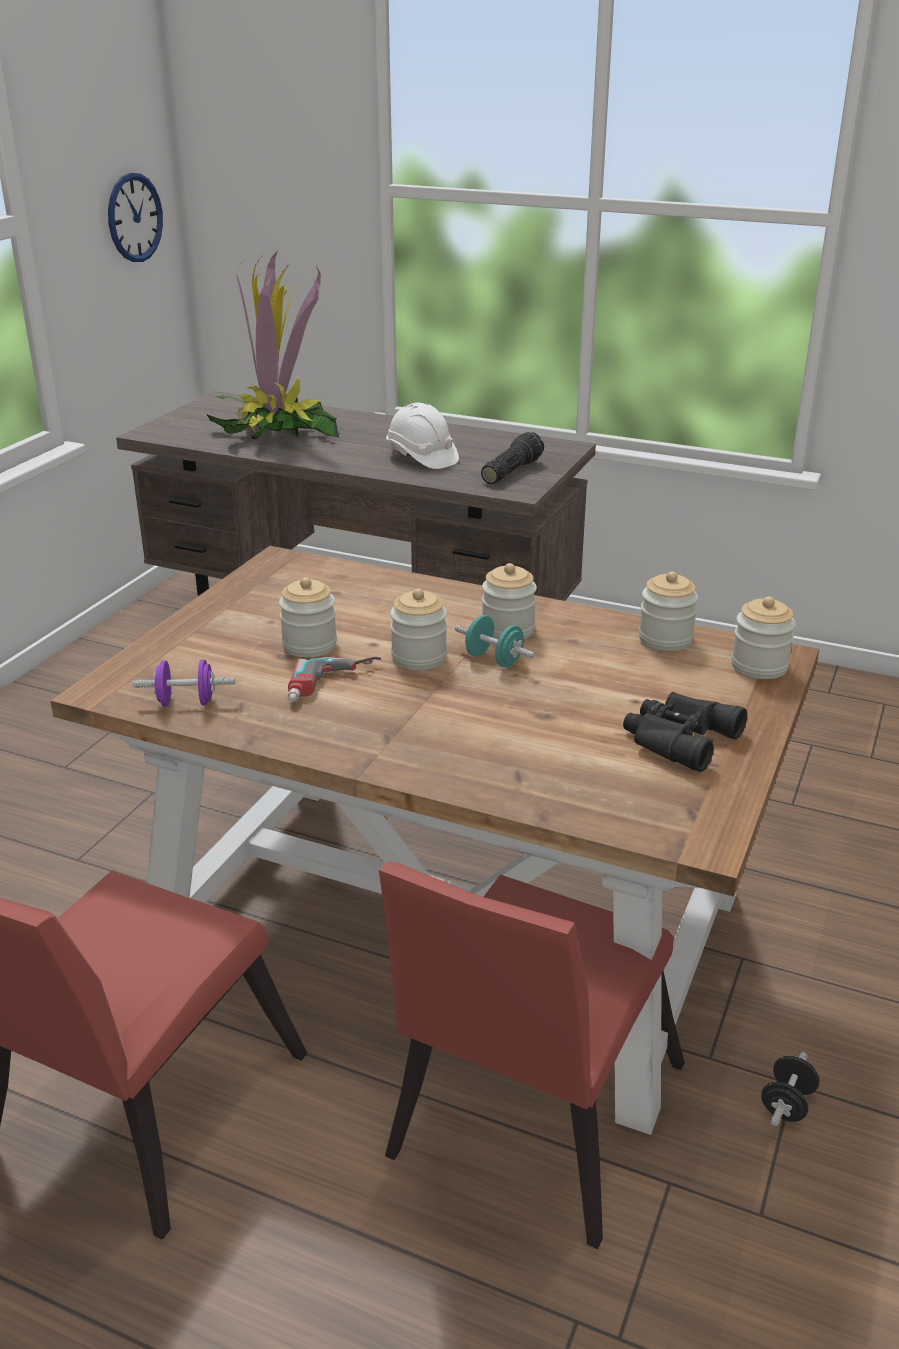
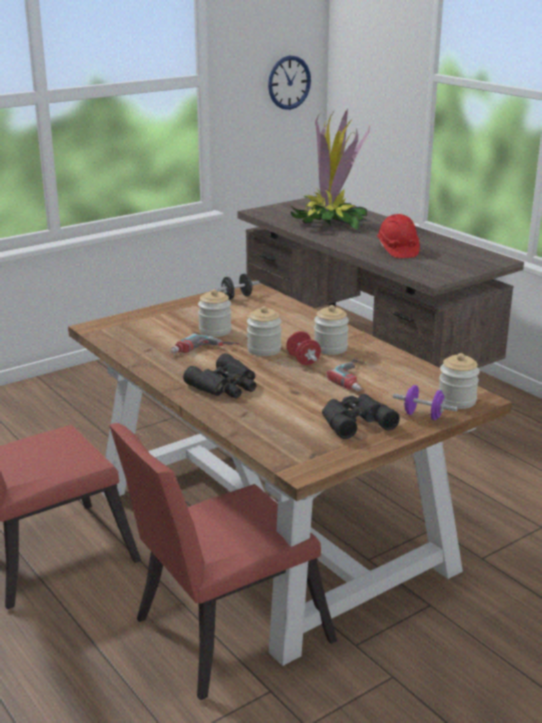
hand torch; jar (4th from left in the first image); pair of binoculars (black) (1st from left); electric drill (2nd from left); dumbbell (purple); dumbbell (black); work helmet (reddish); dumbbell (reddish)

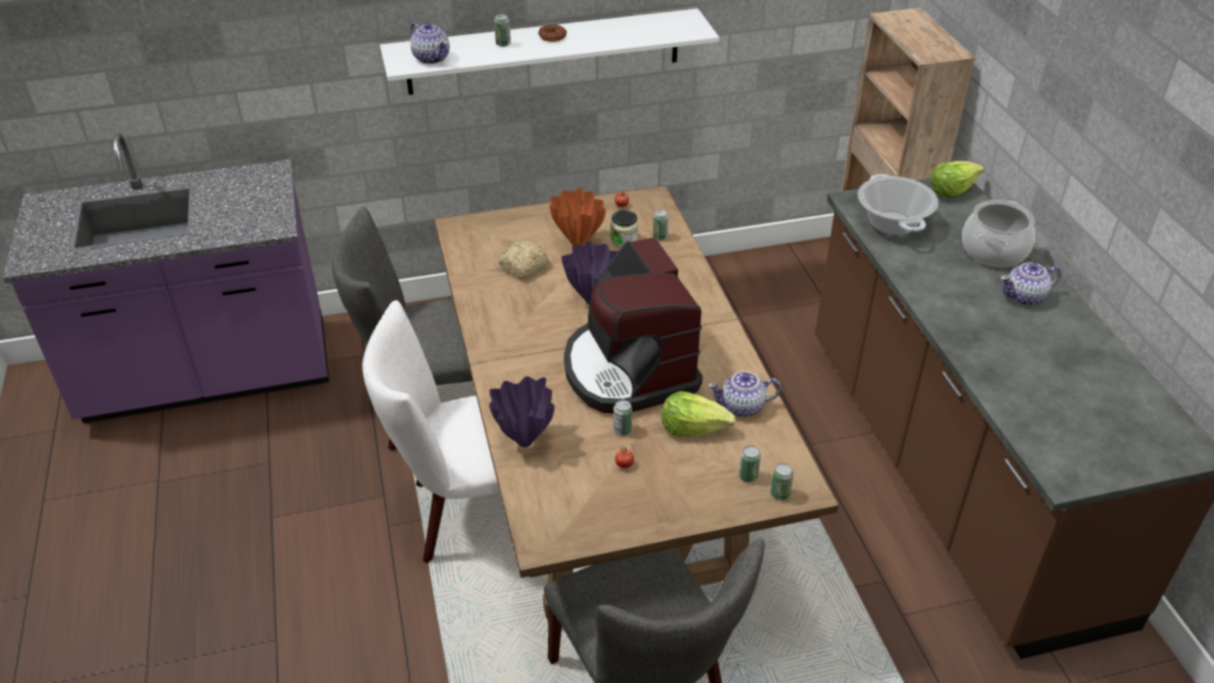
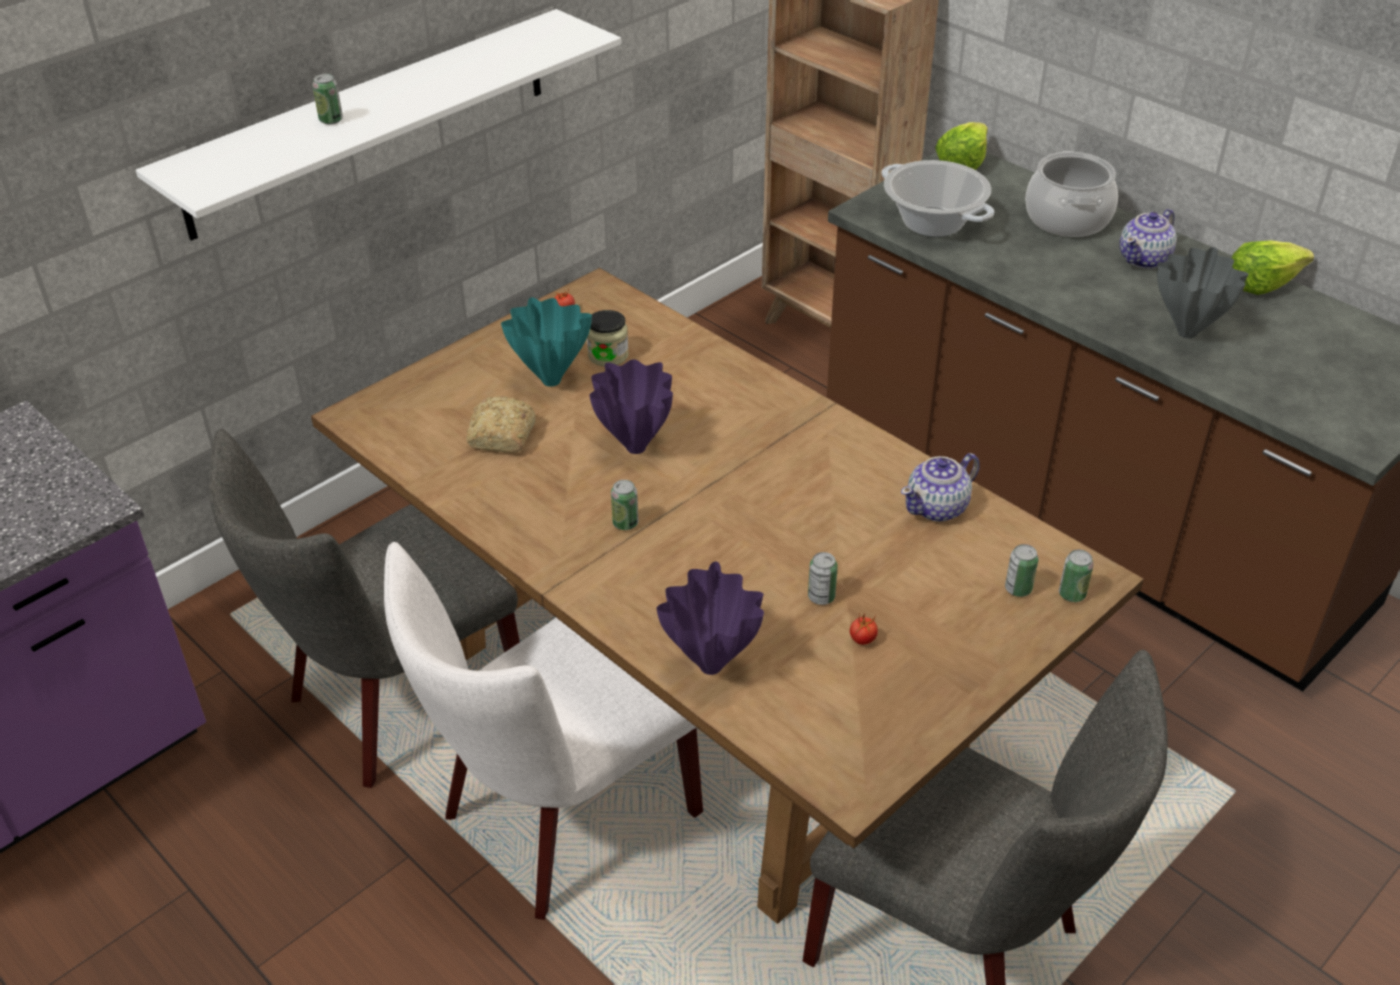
tea pot (1st from left in the first image); donut; coffee brewer; decorative vase (gray); sealed can (2nd from left); lettuce (2nd from left); decorative vase (blue-green)

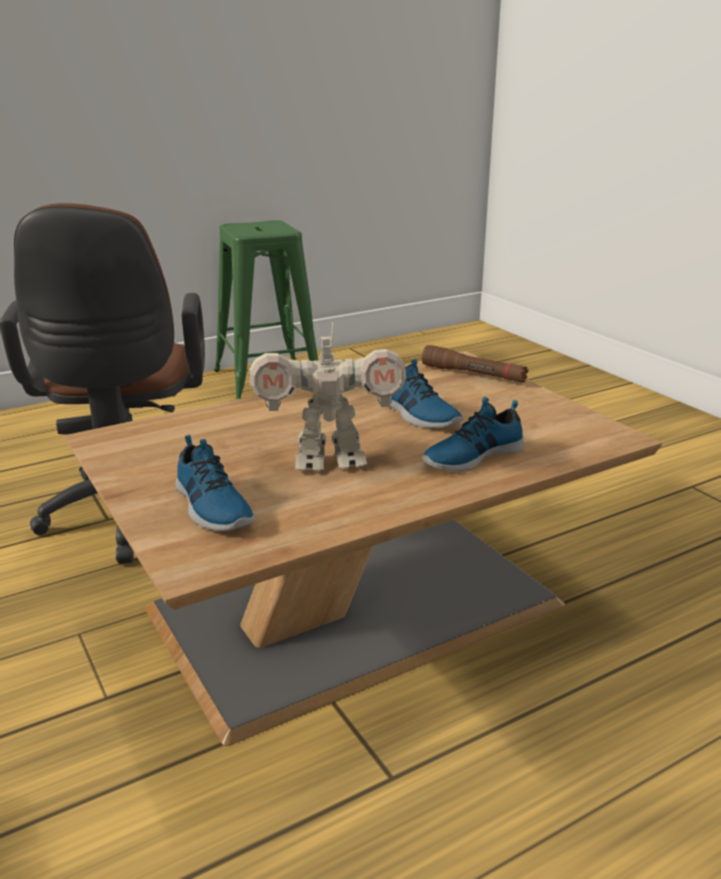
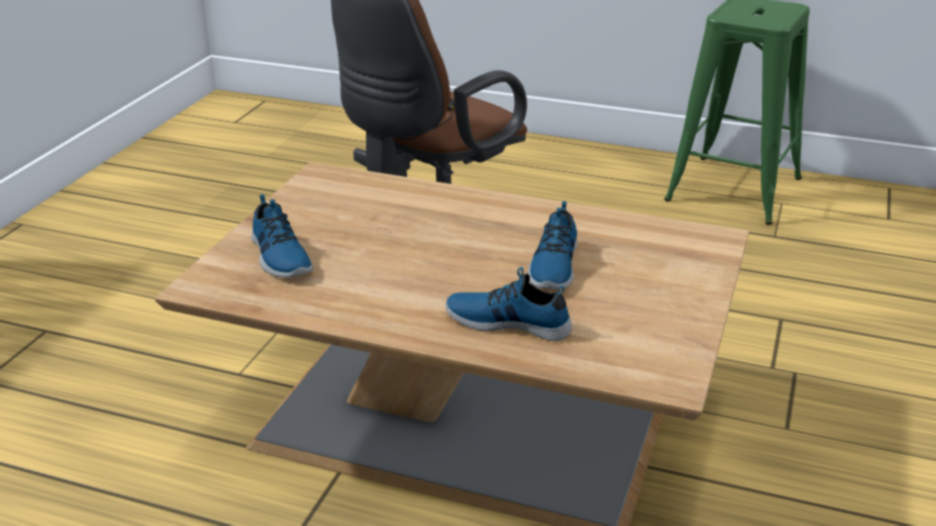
model robot; hand torch (brown-coloured); shoe (1st from left)

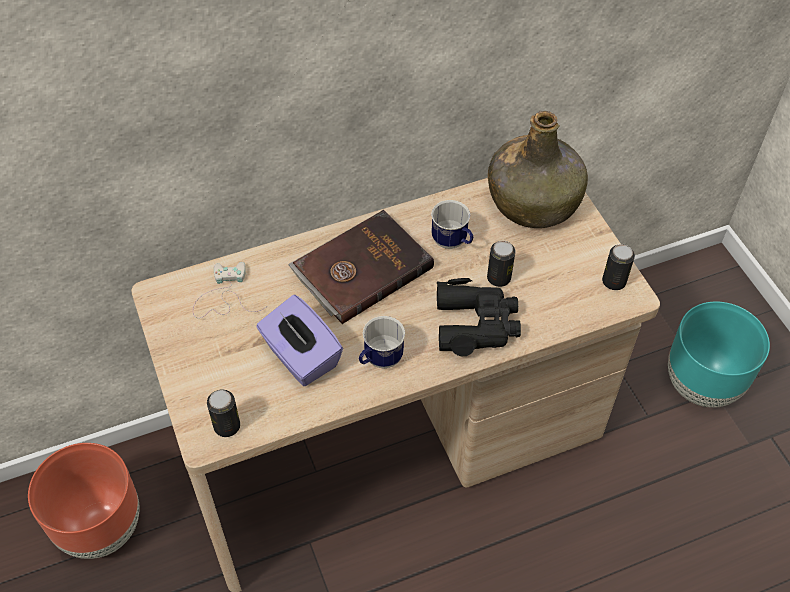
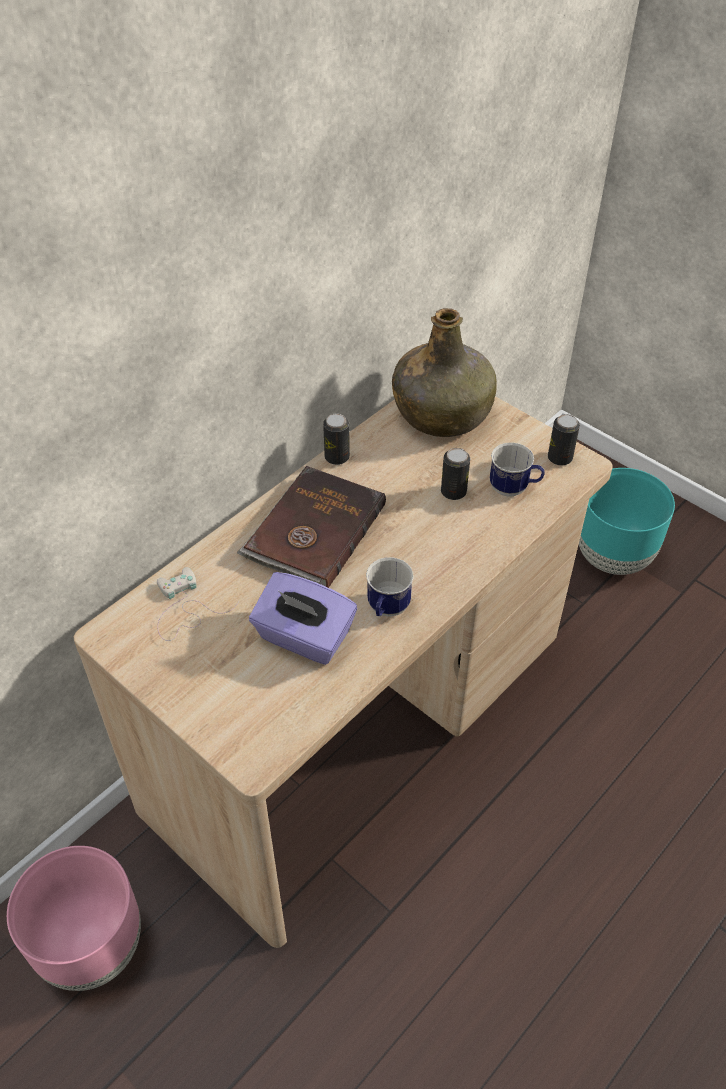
pair of binoculars (black); sealed can (1st from left); mug (2nd from left); flower pot (pinkish)

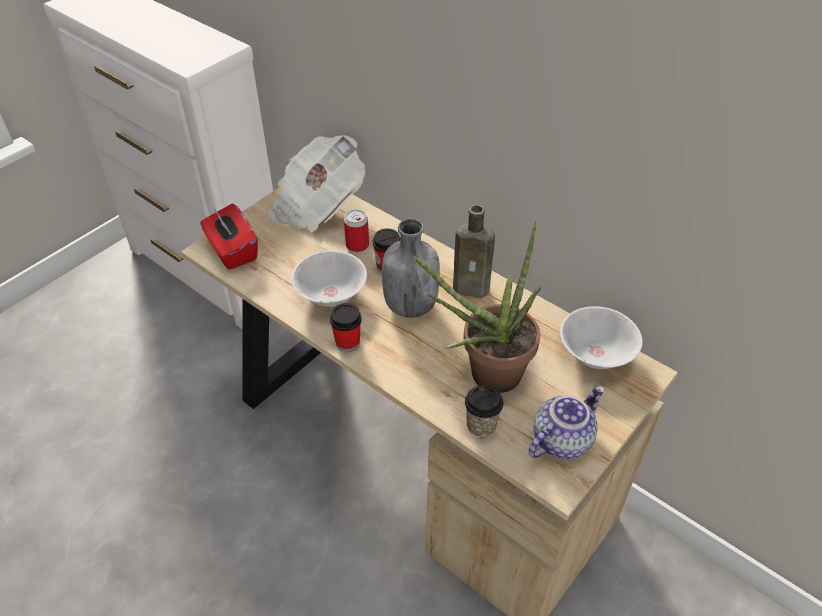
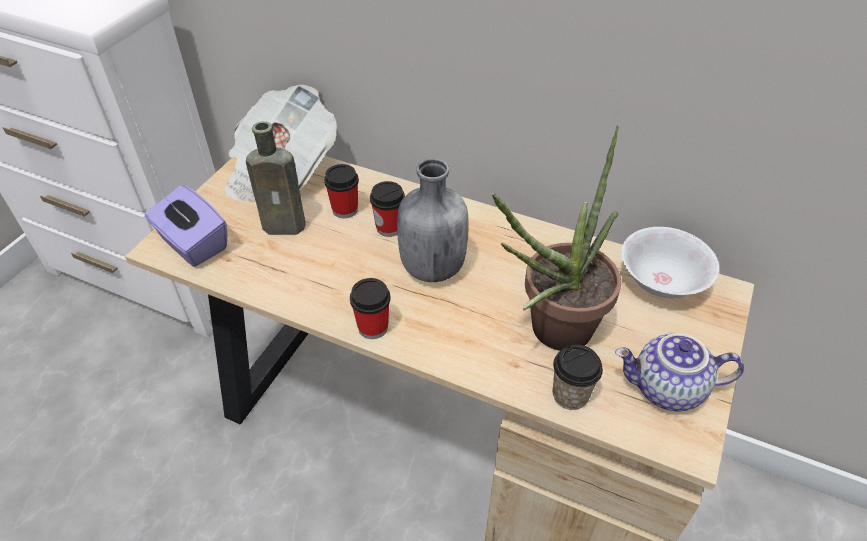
deep dish (white-coloured) (1st from left in the first image); beverage bottle (brown-coloured); cup (1st from left); tissue holder (purple); tea pot

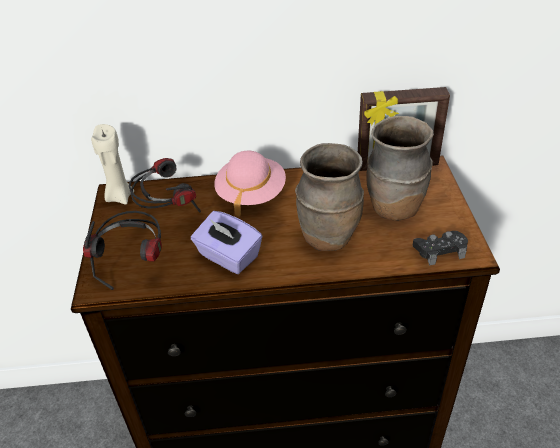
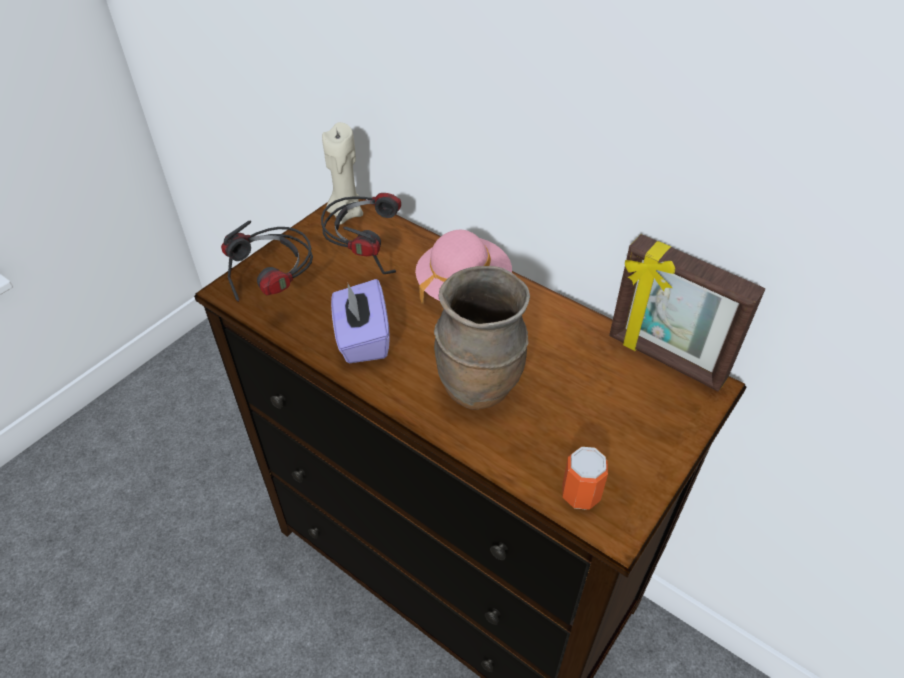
decorative vase (brown-coloured) (2nd from left in the first image); sealed can

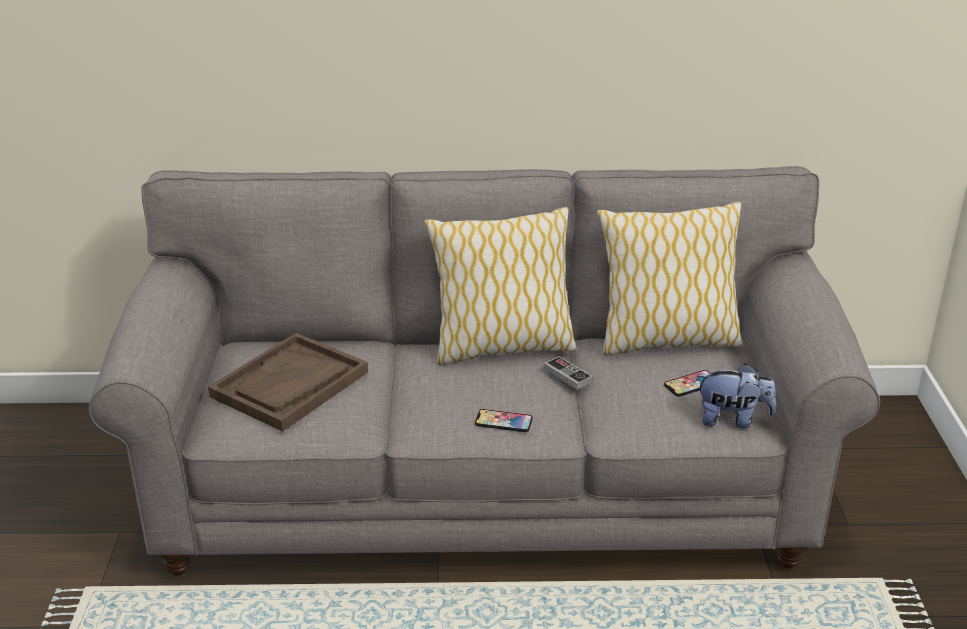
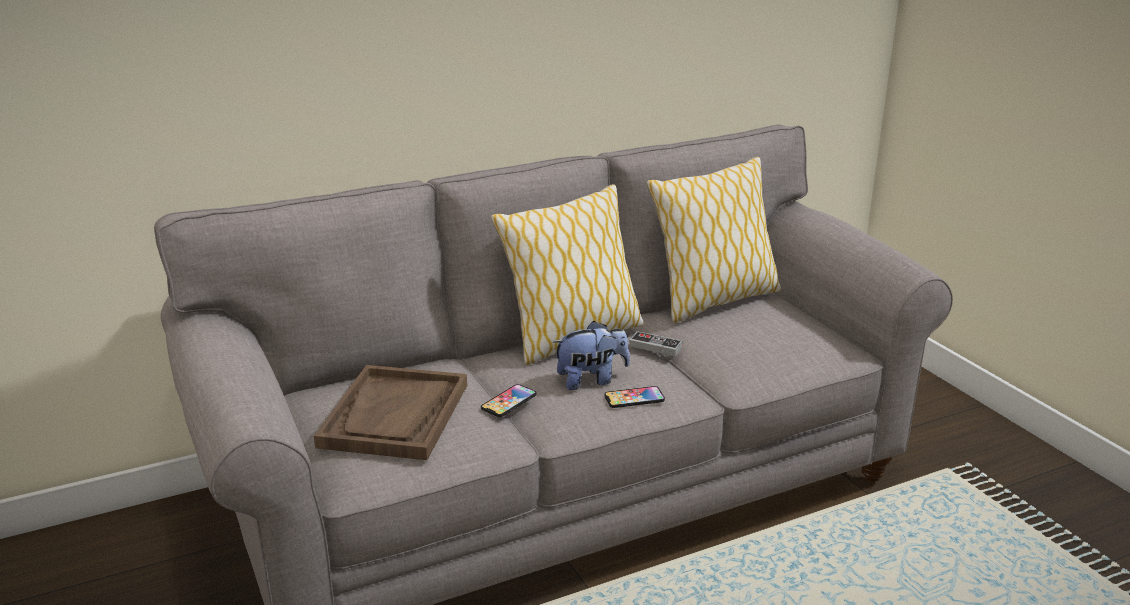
telephone (1st from left); soft toy

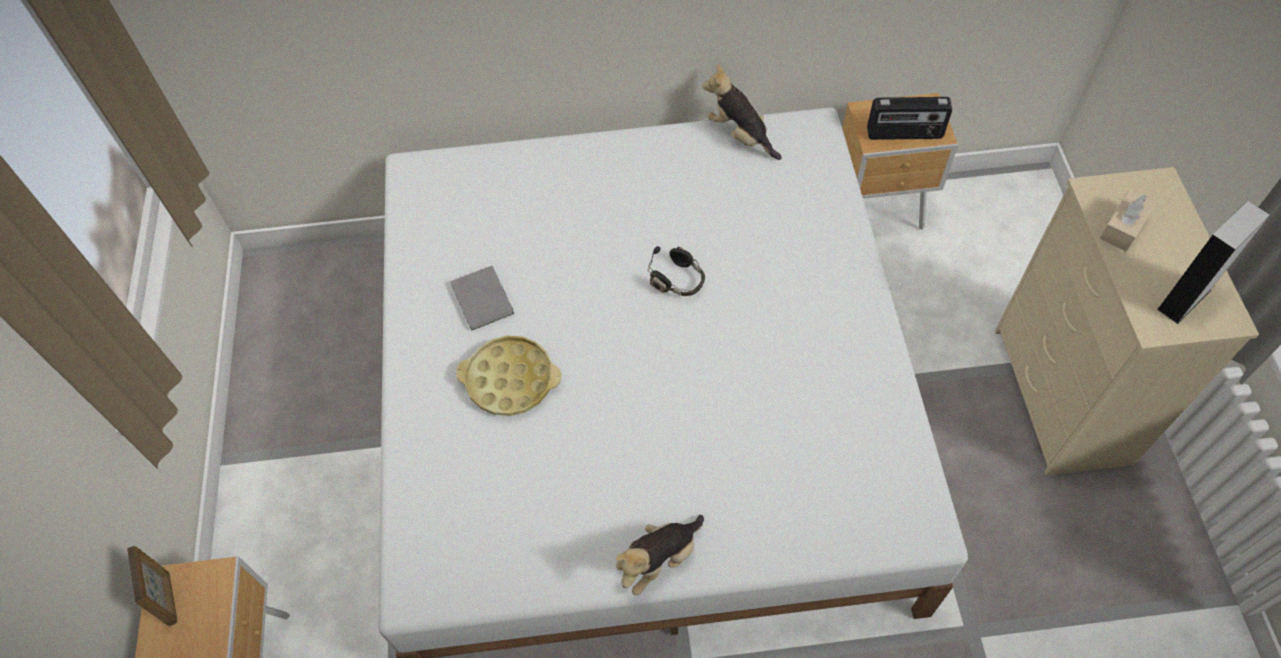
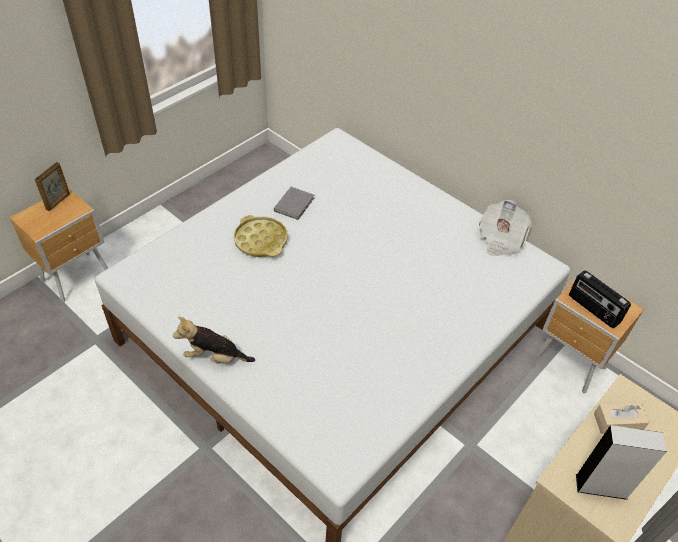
headset (black); daily paper

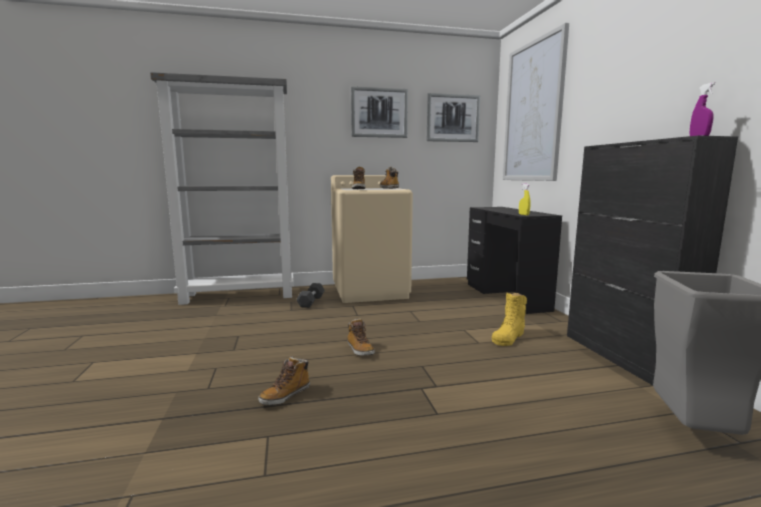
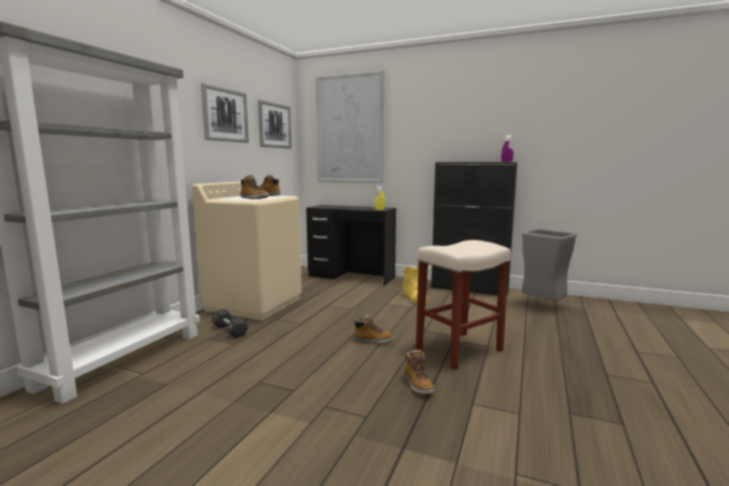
stool (beige-coloured)

